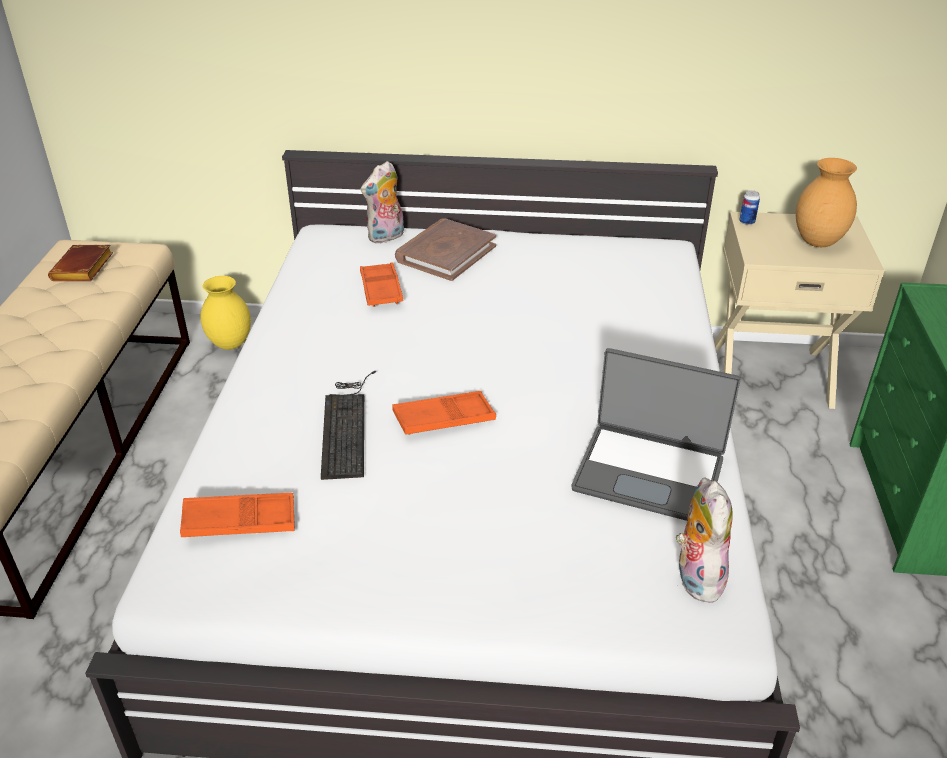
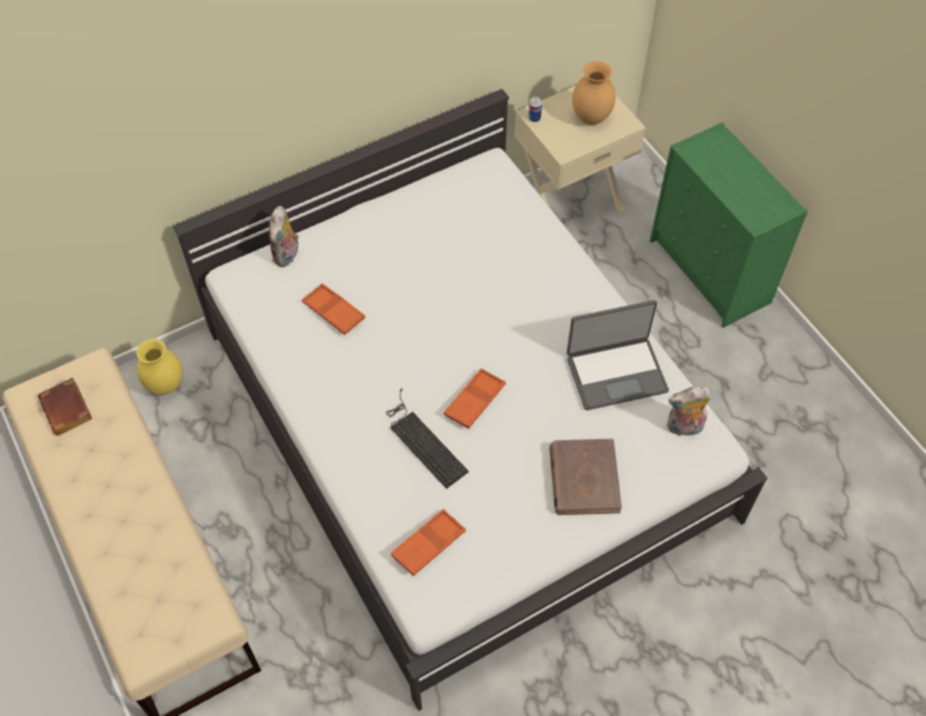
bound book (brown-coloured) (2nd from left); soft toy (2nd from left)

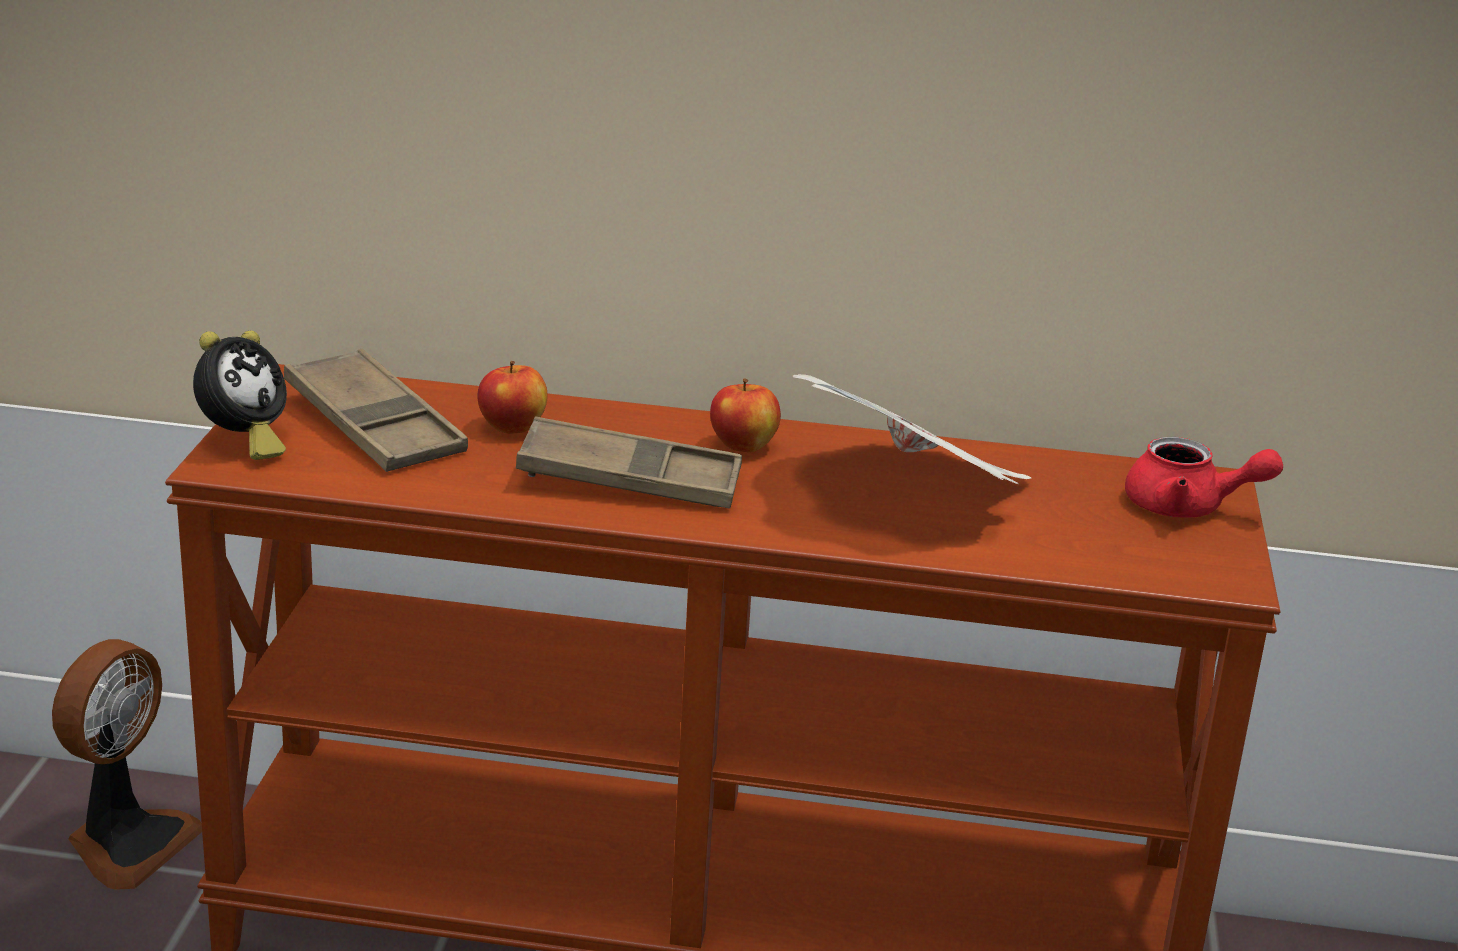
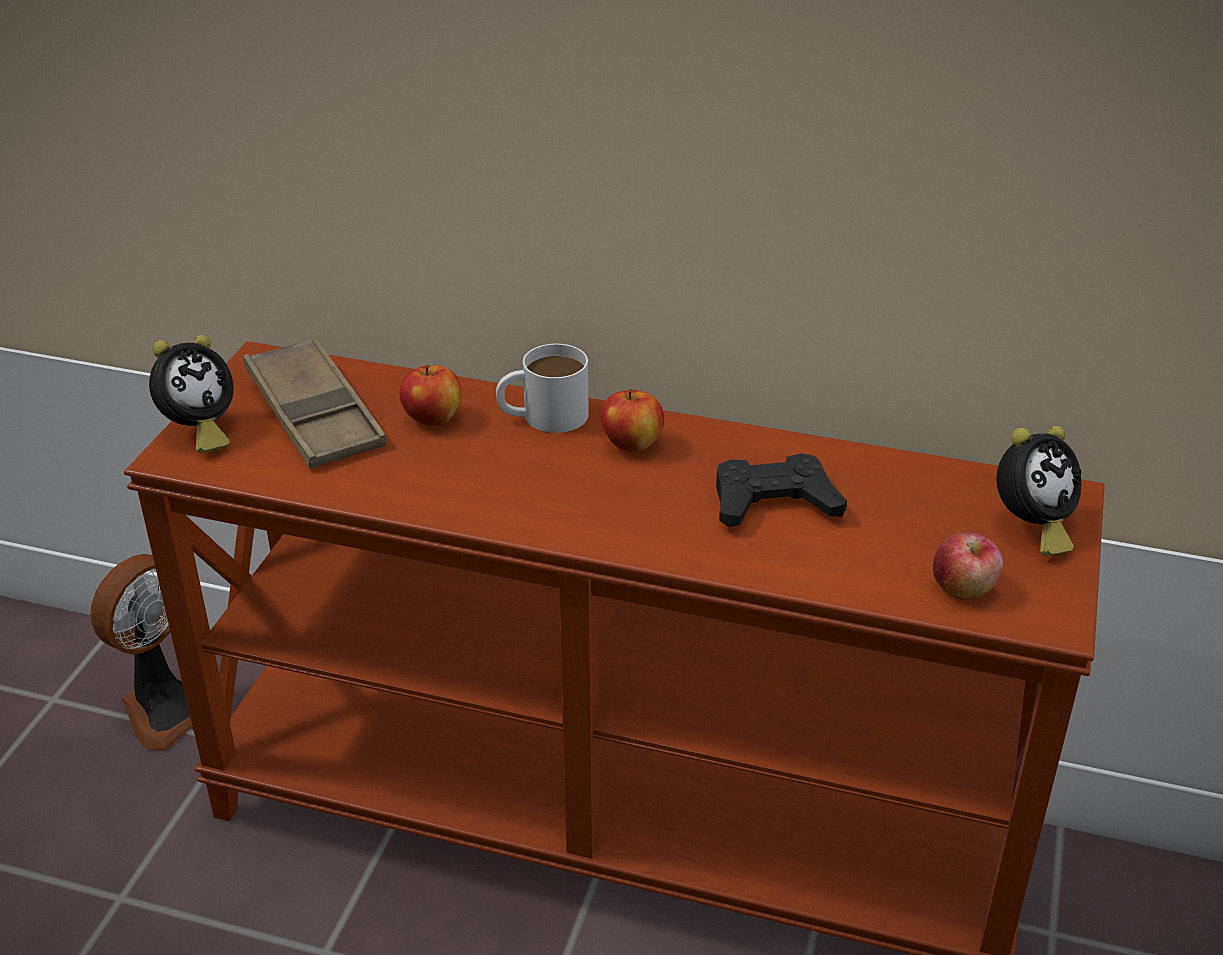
carrying tray (brown-coloured) (2nd from left in the first image); mug (white-coloured); whole apple (3rd from left); gamepad (black); alarm clock (2nd from left)

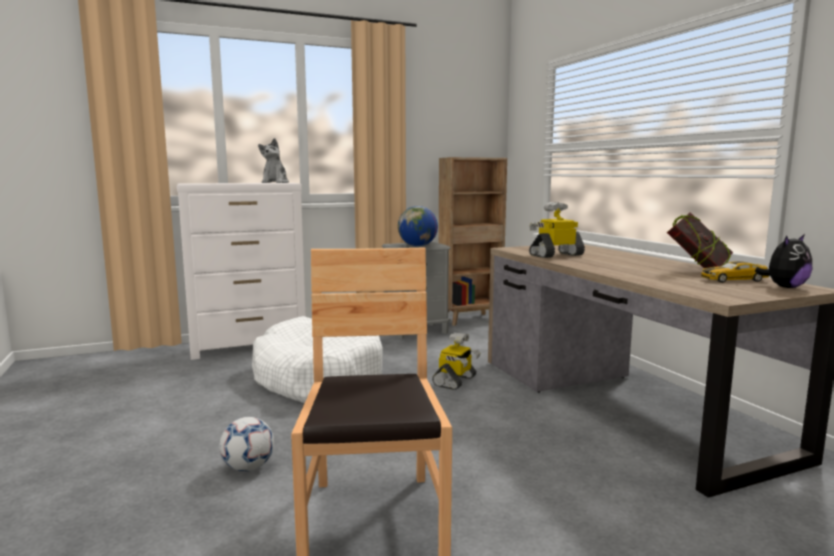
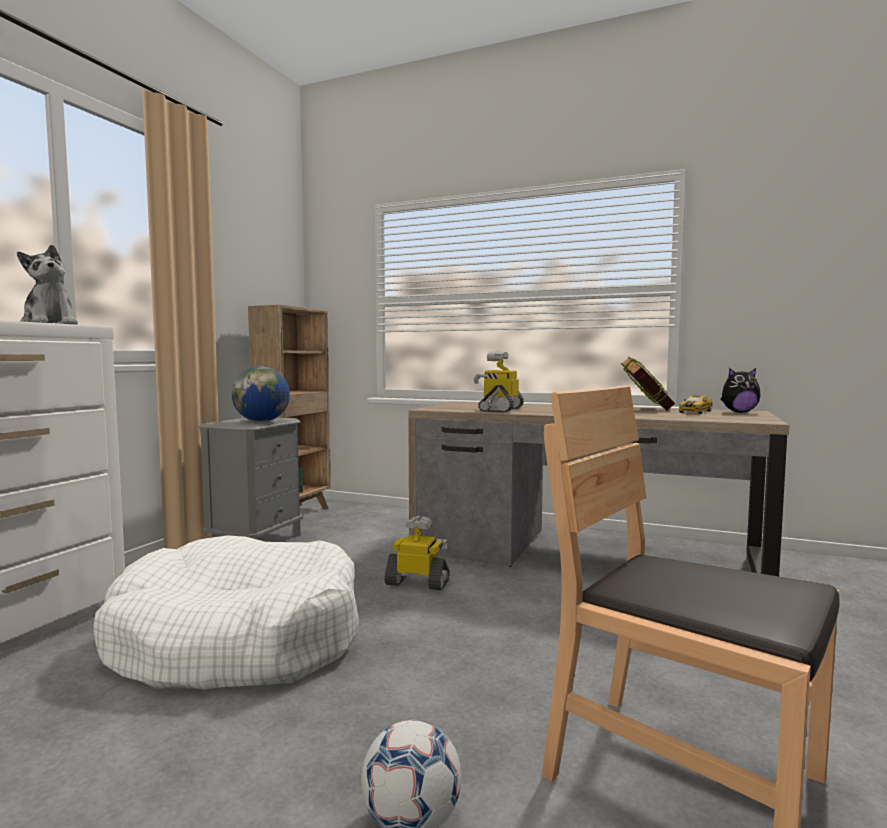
model robot (1st from left); soft toy (2nd from left)

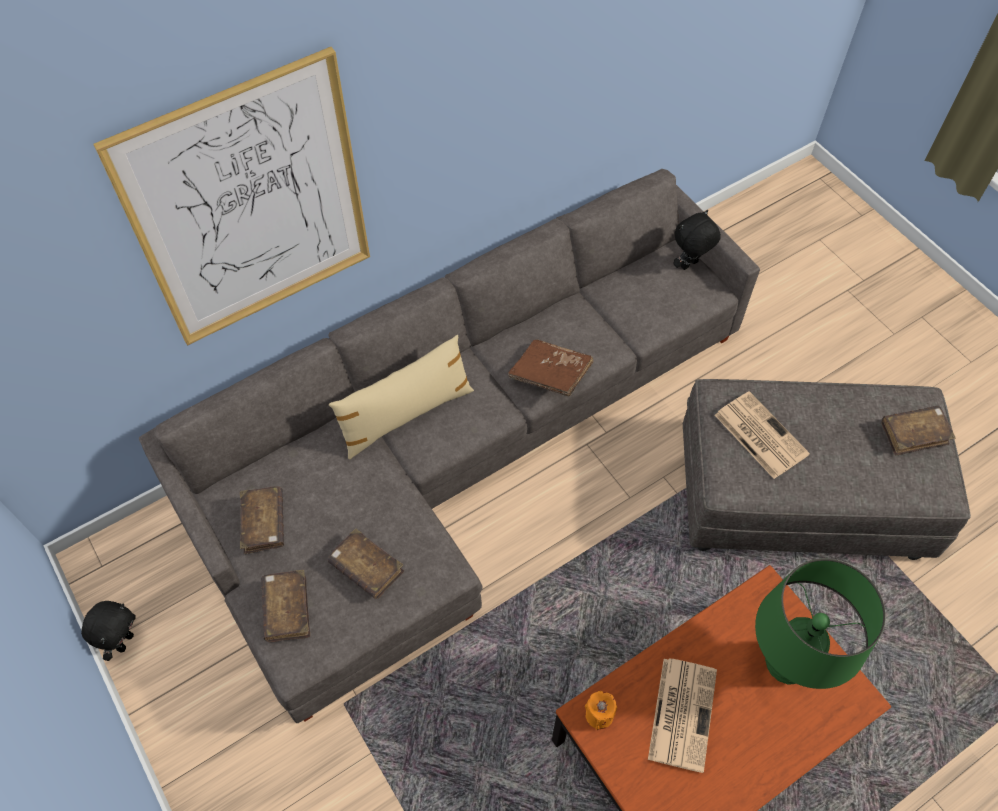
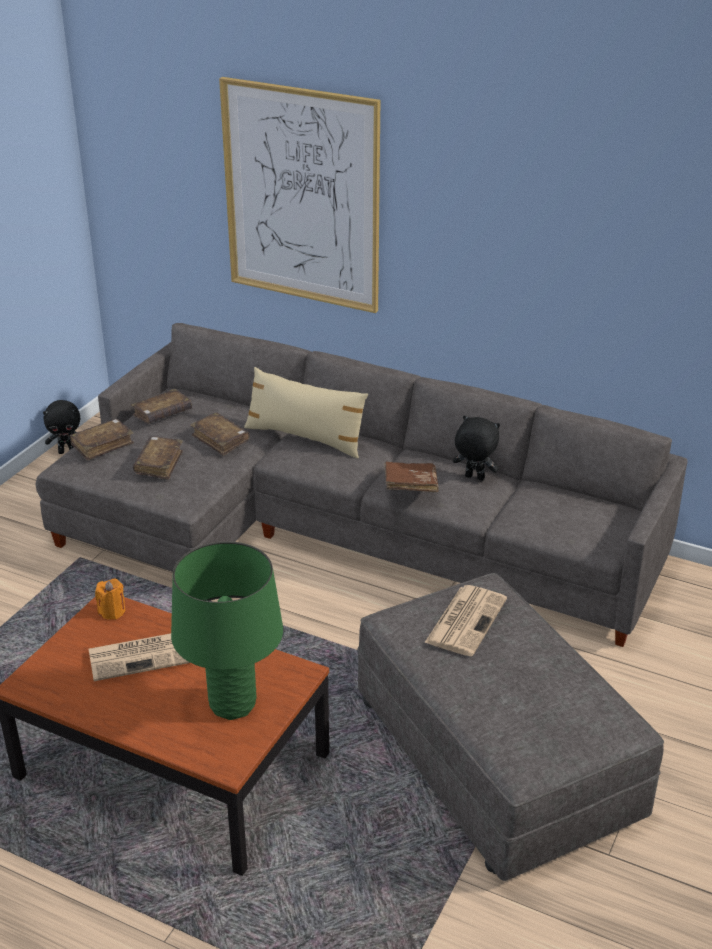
soft toy (black) (2nd from left); bound book (brown-coloured) (4th from left)

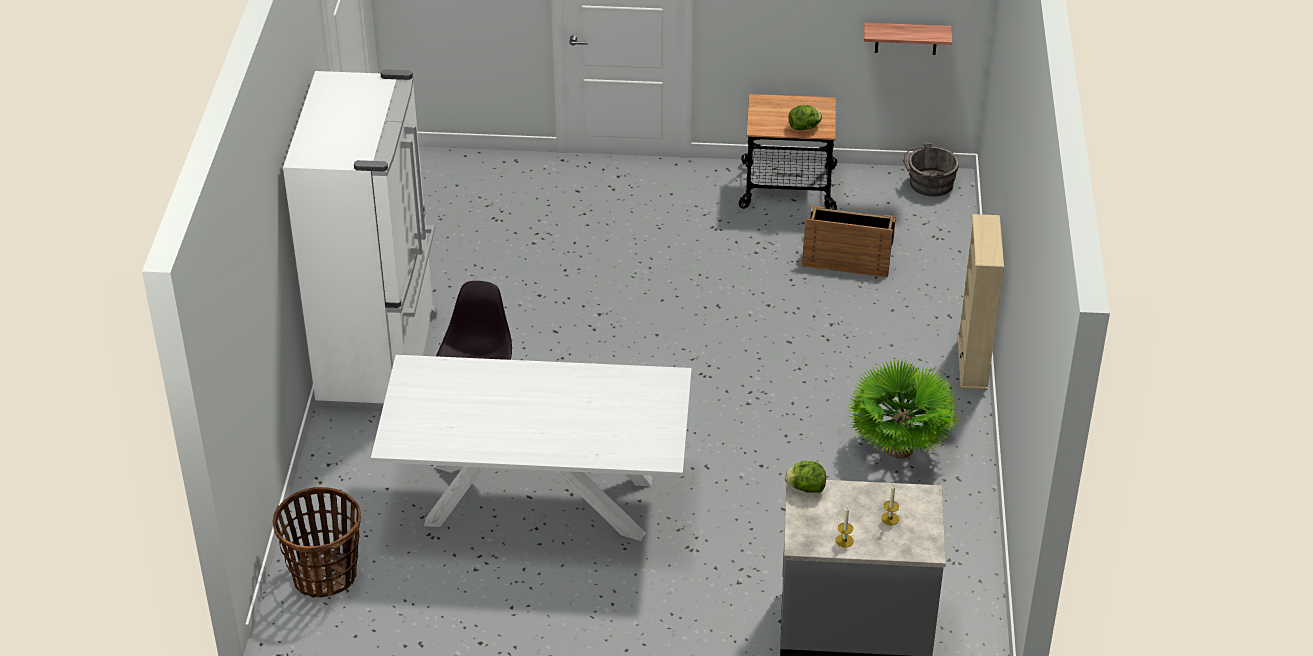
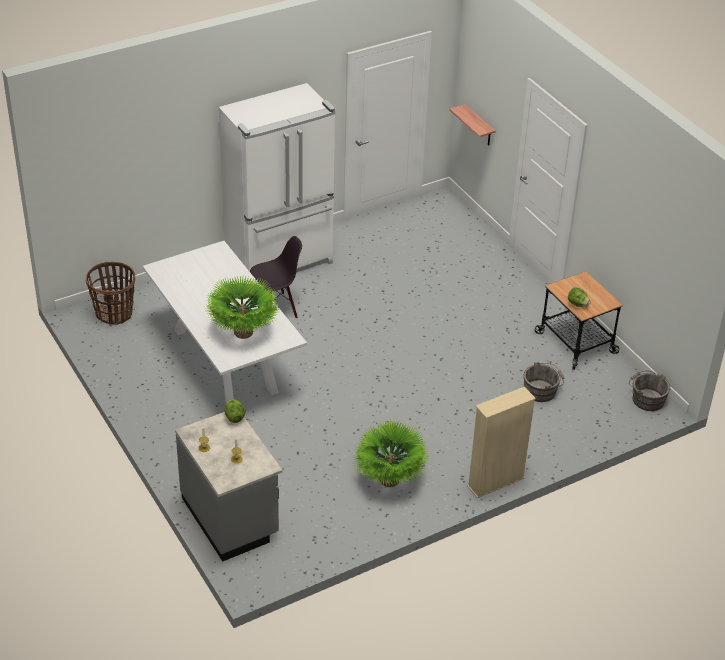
houseplant (1st from left); bracket shelf; water bucket (gray) (1st from left)

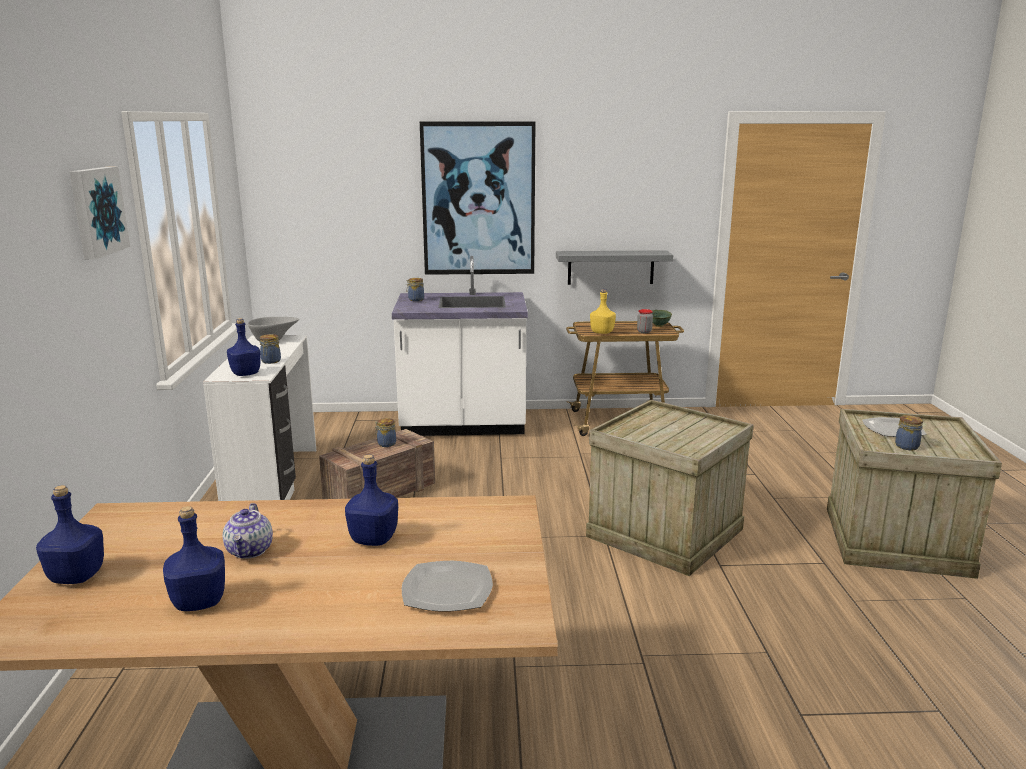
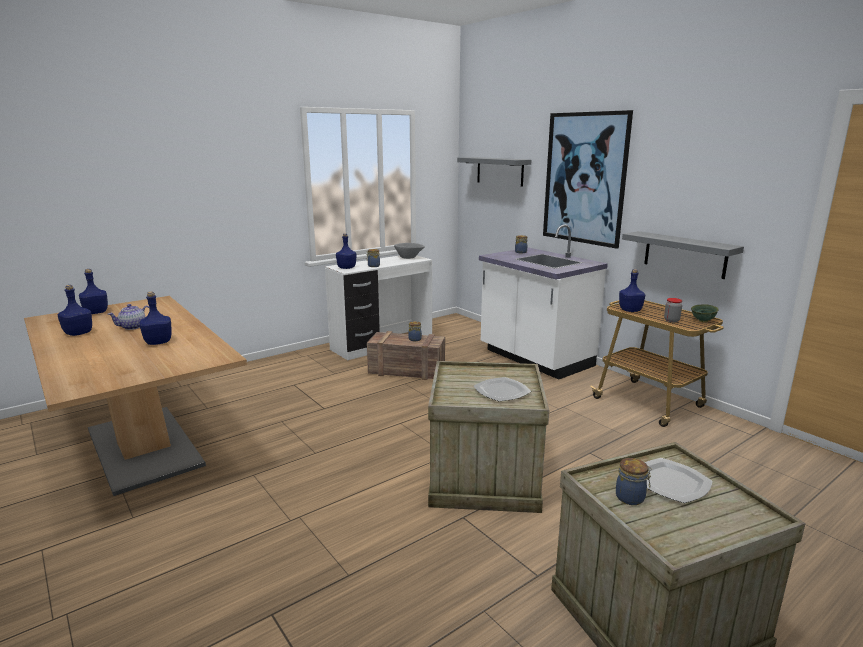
wall picture (1st from left in the first image); bracket shelf (gray) (1st from left); dinner plate (1st from left); beverage bottle (blue) (5th from left)

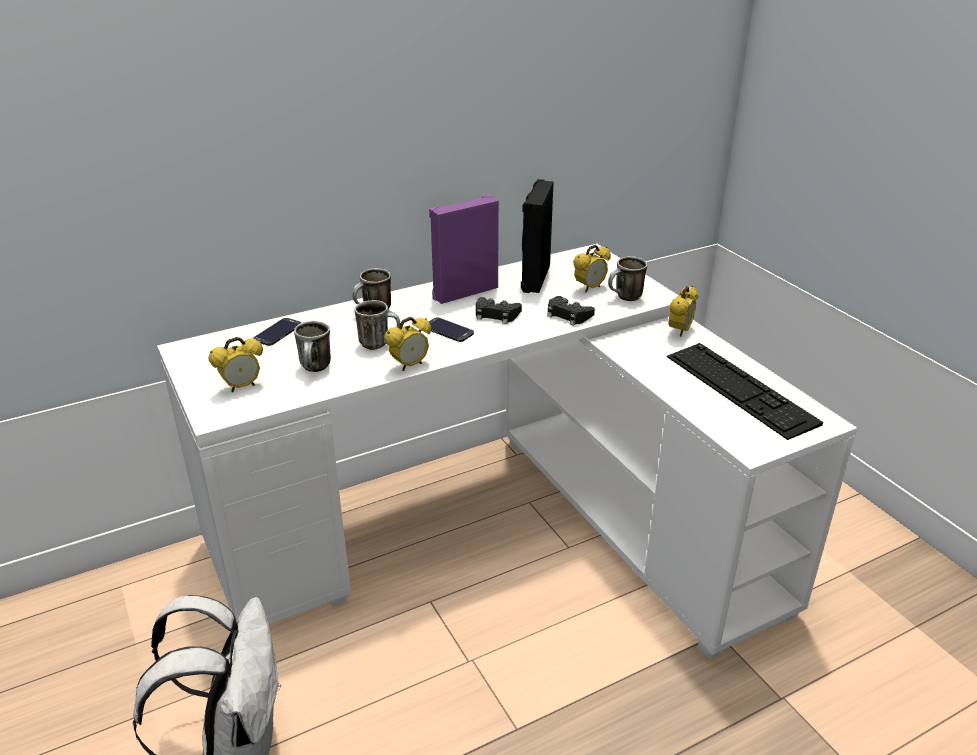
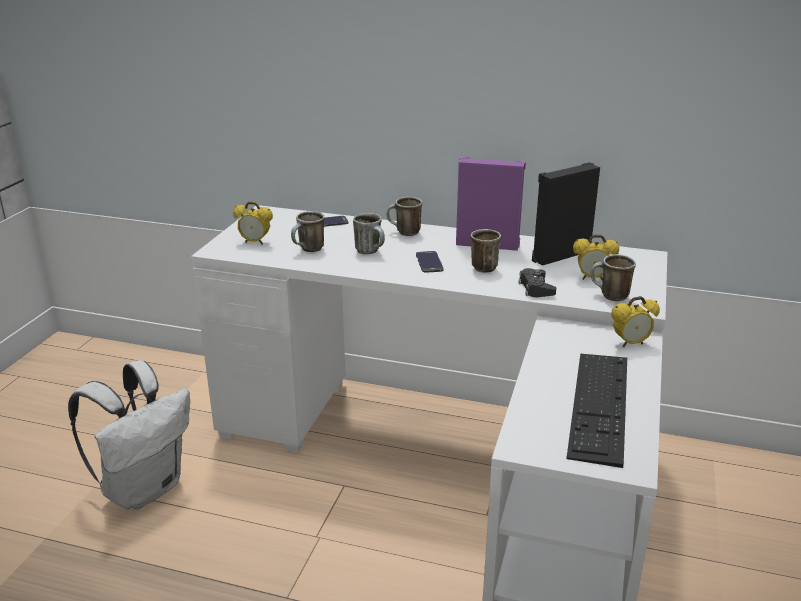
alarm clock (2nd from left in the first image); mug (4th from left)

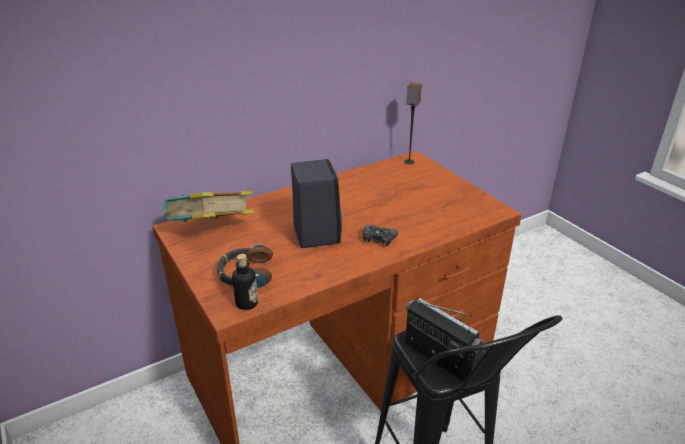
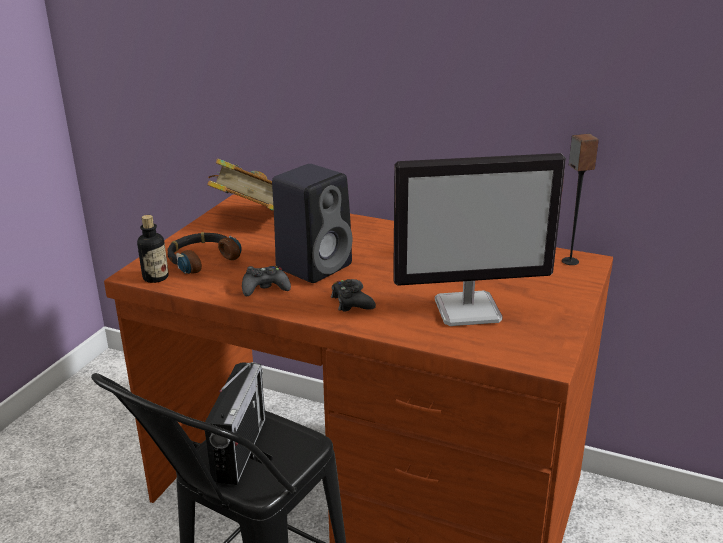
gamepad (black) (1st from left); computer screen

